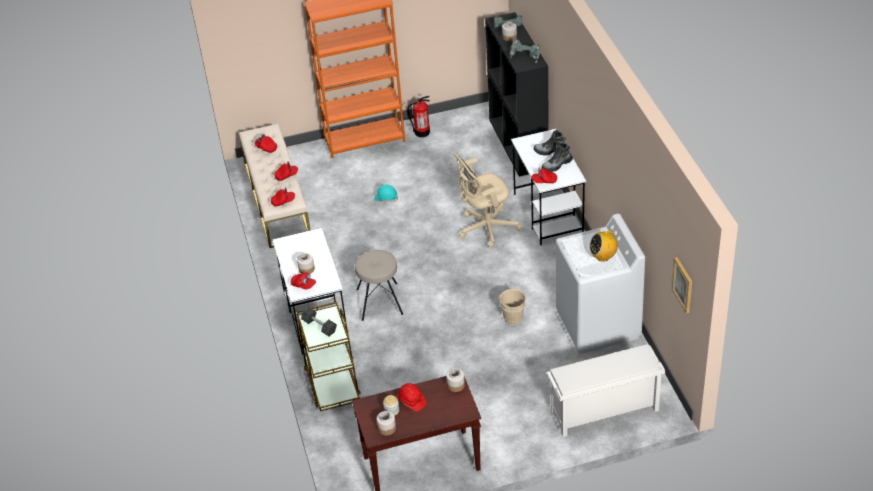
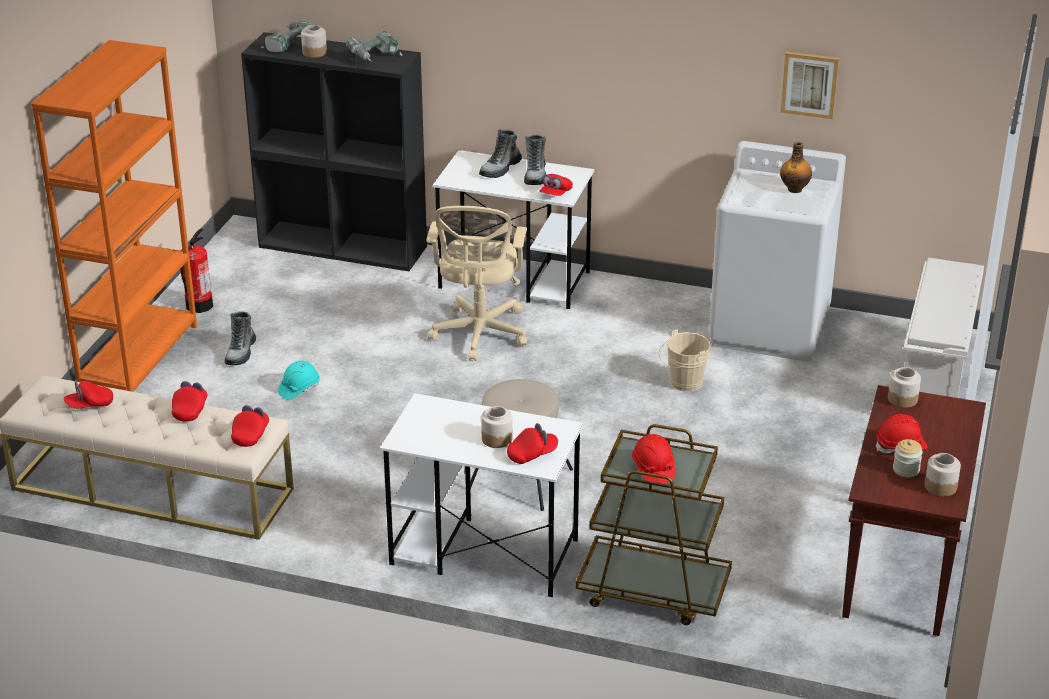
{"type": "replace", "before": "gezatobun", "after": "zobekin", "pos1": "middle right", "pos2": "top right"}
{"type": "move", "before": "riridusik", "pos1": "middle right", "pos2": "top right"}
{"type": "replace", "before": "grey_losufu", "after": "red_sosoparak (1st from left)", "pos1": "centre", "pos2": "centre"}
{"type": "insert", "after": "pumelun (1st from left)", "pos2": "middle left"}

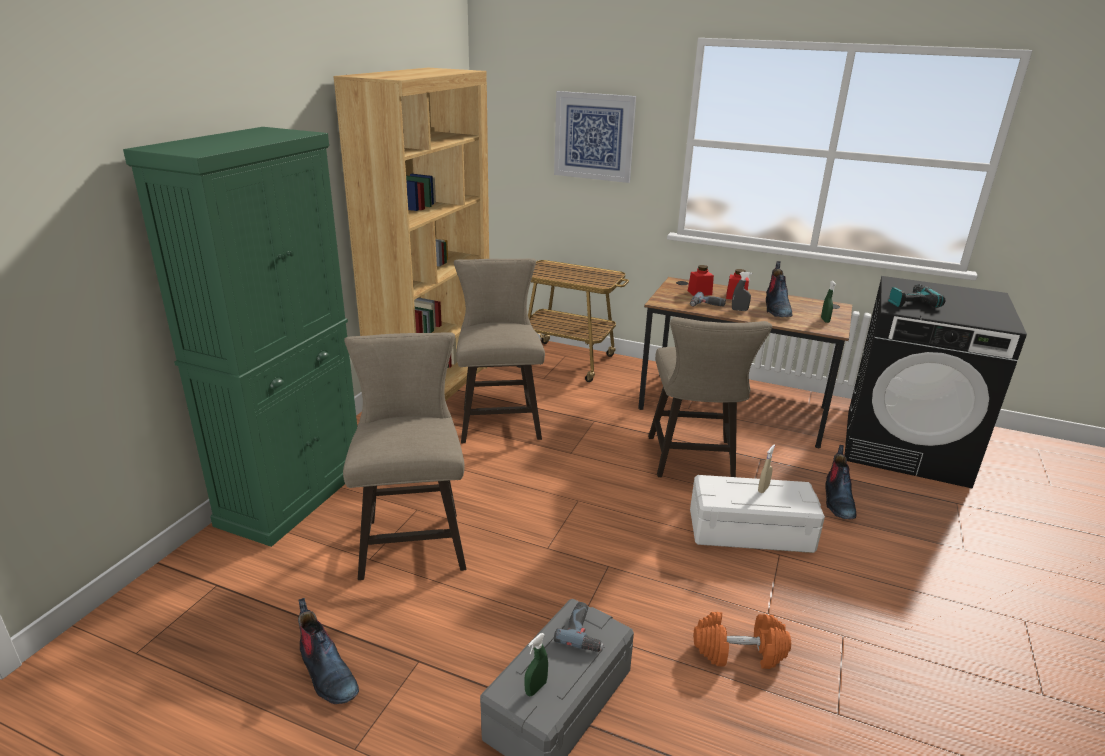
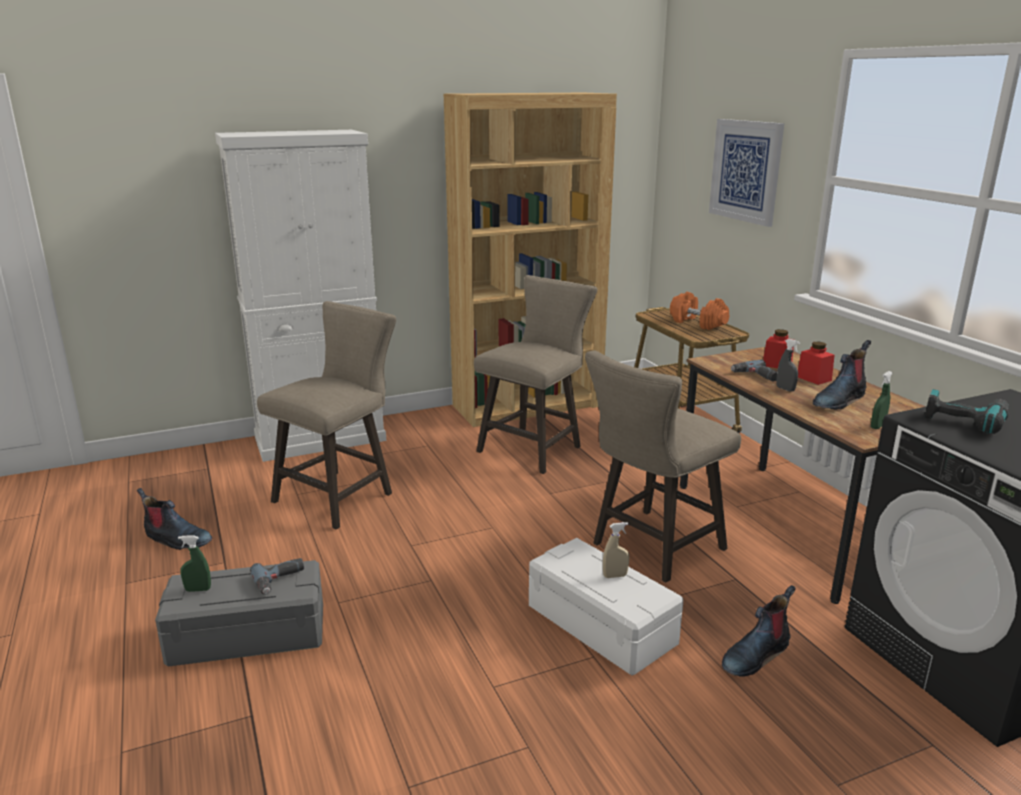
{"type": "recolor", "before": "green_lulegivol", "after": "white_lulegivol", "pos1": "middle left", "pos2": "middle left"}
{"type": "rotate", "before": "pumelun (1st from left)", "pos1": "bottom left", "pos2": "middle left", "turn": -75}
{"type": "move", "before": "orange_losufu", "pos1": "bottom right", "pos2": "middle right"}

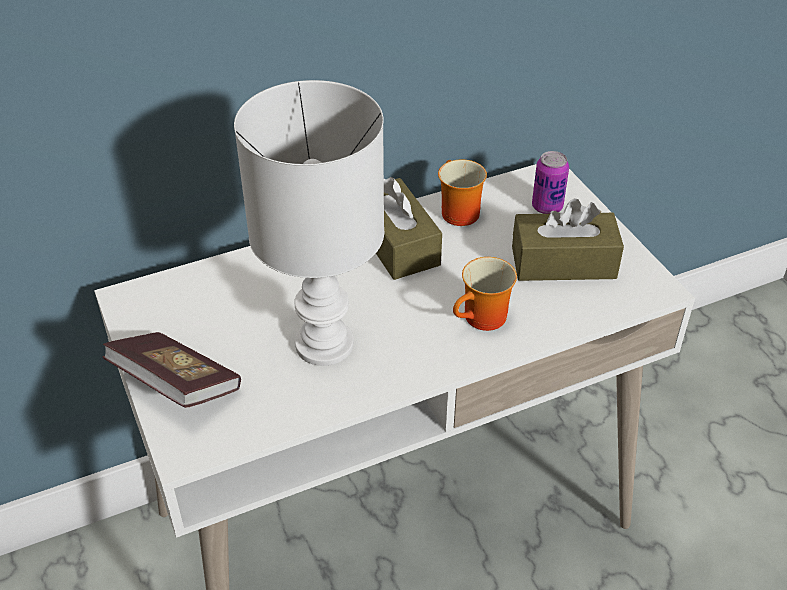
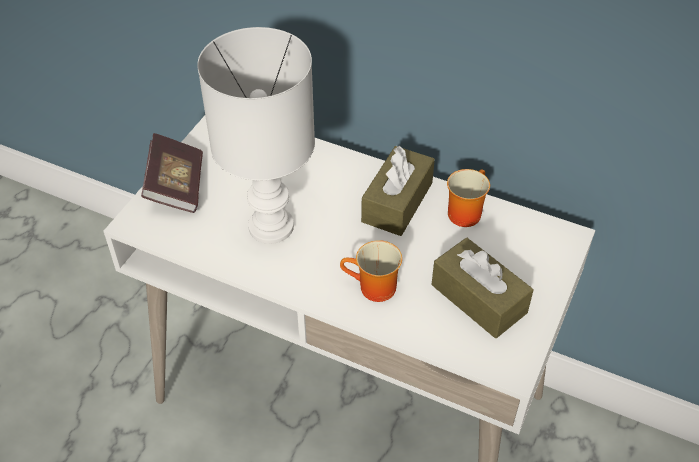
{"type": "delete", "before": "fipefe", "pos1": "top right"}

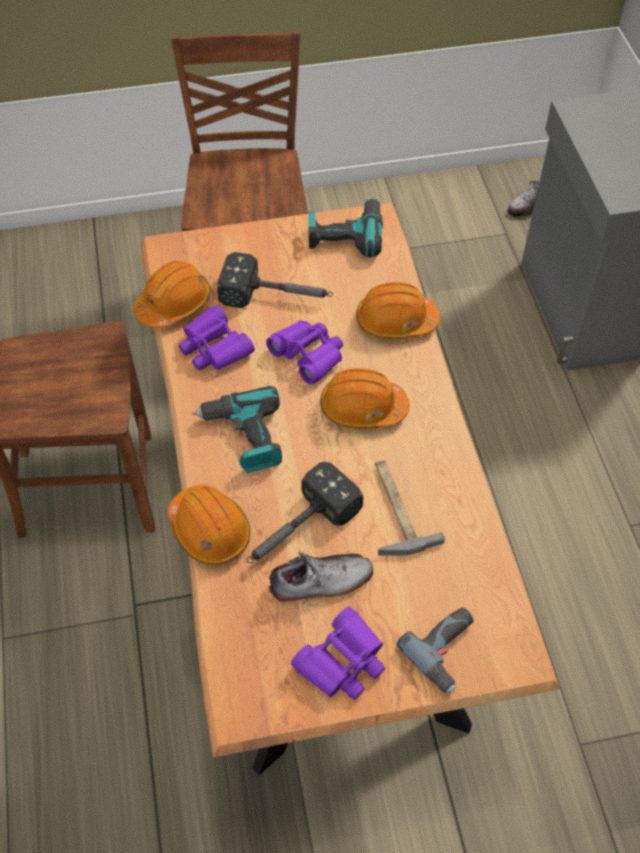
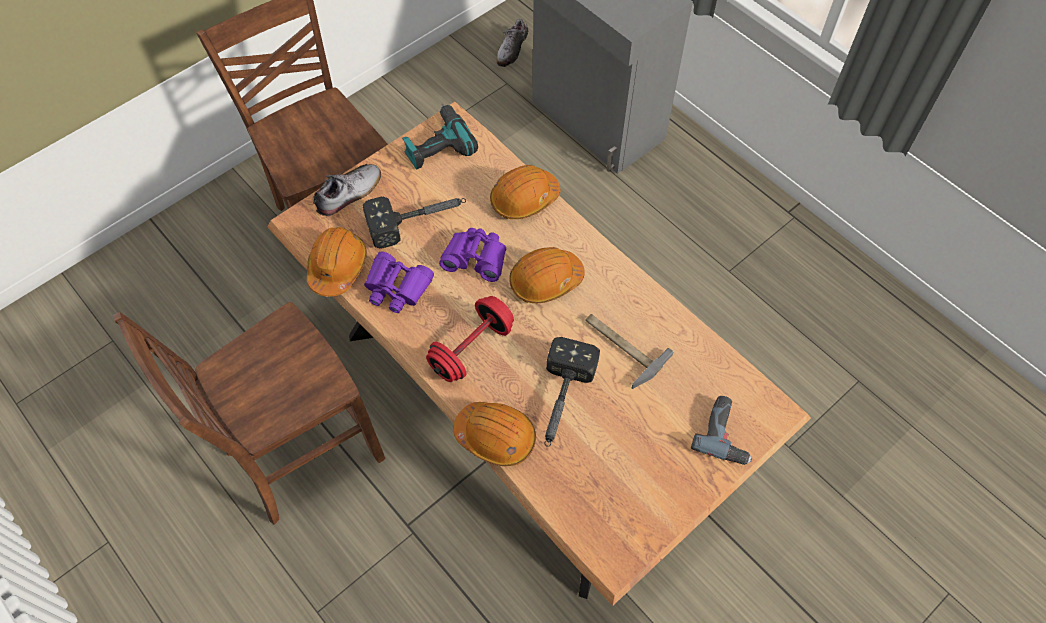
{"type": "replace", "before": "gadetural (1st from left)", "after": "red_losufu", "pos1": "centre", "pos2": "centre"}
{"type": "move", "before": "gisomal (1st from left)", "pos1": "bottom centre", "pos2": "top left"}
{"type": "delete", "before": "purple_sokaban (3rd from left)", "pos1": "bottom centre"}

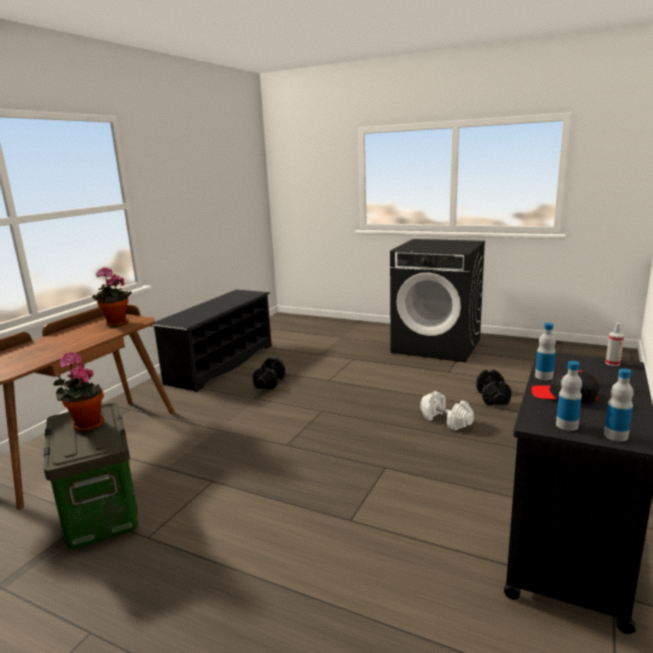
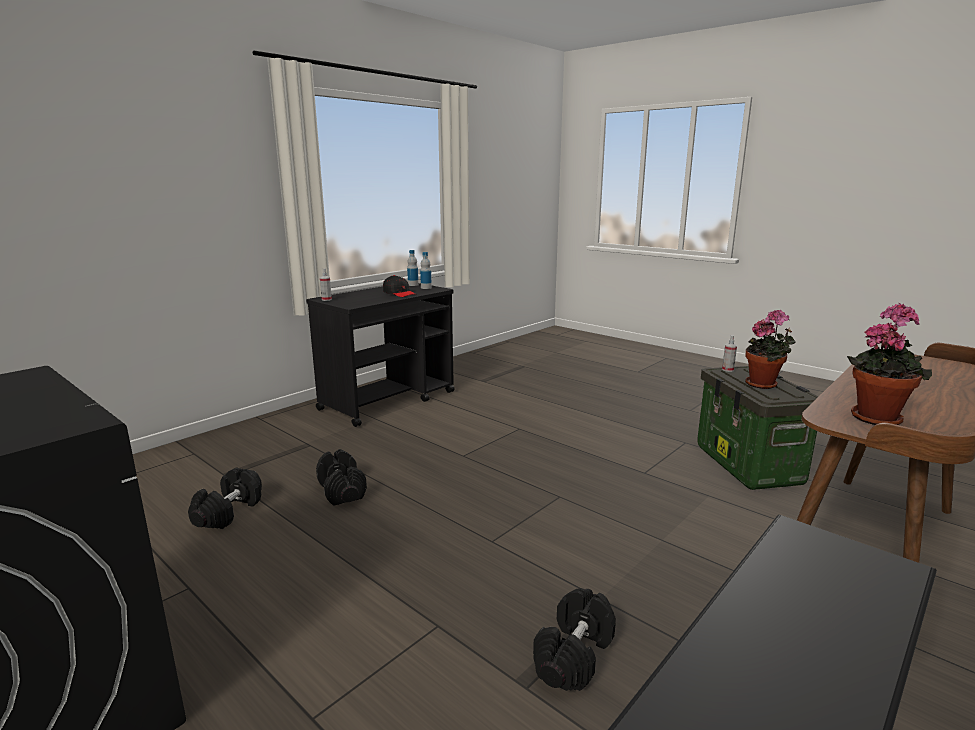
{"type": "delete", "before": "zobekin (1st from left)", "pos1": "middle right"}
{"type": "recolor", "before": "white_losufu", "after": "black_losufu (2nd from left)", "pos1": "middle right", "pos2": "centre"}
{"type": "insert", "after": "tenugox (2nd from left)", "pos2": "middle right"}

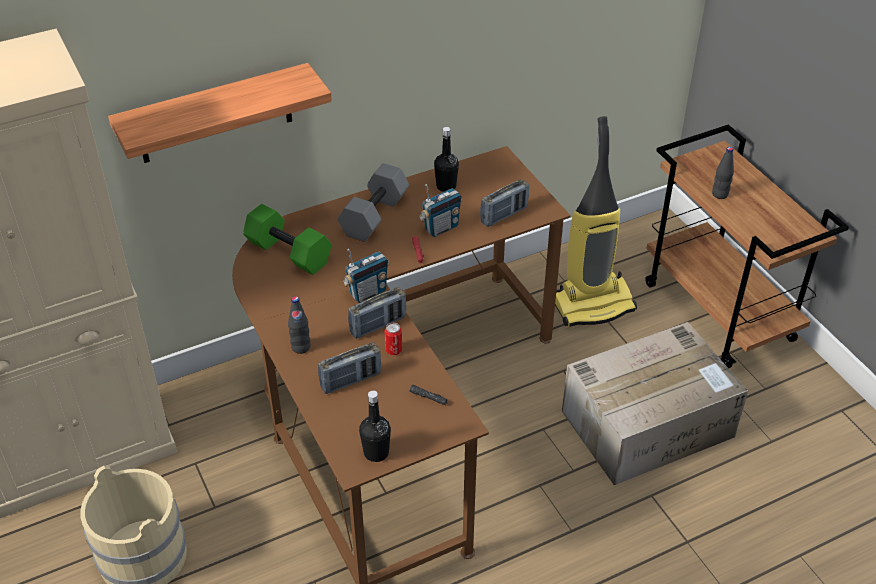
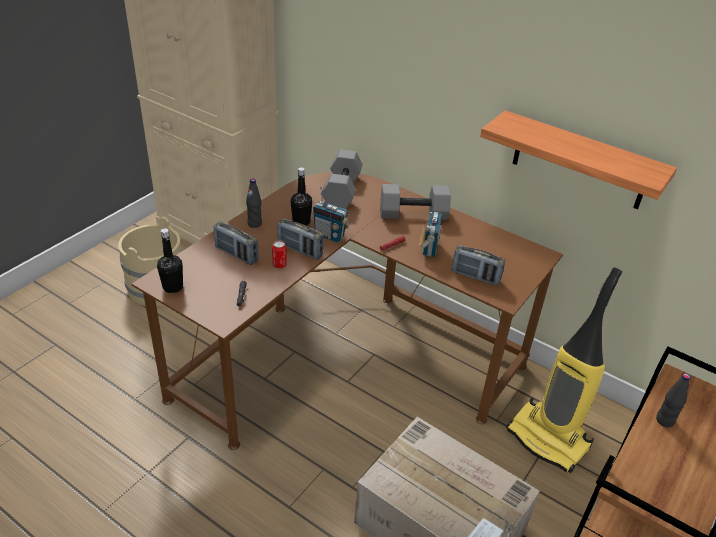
{"type": "move", "before": "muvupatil", "pos1": "top left", "pos2": "top right"}
{"type": "move", "before": "black_zobekin (3rd from left)", "pos1": "top centre", "pos2": "centre"}
{"type": "rotate", "before": "gezatobun (4th from left)", "pos1": "centre", "pos2": "centre", "turn": -105}
{"type": "recolor", "before": "green_losufu", "after": "grey_losufu (1st from left)", "pos1": "middle left", "pos2": "centre"}

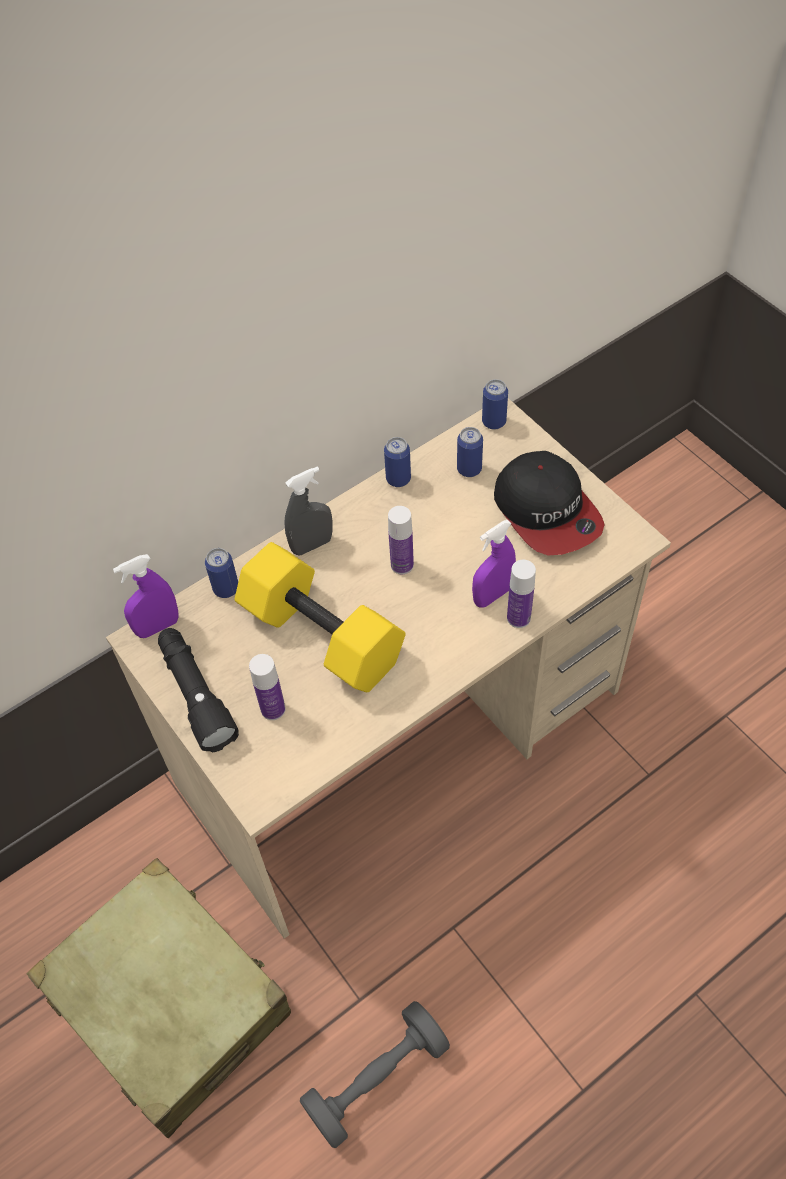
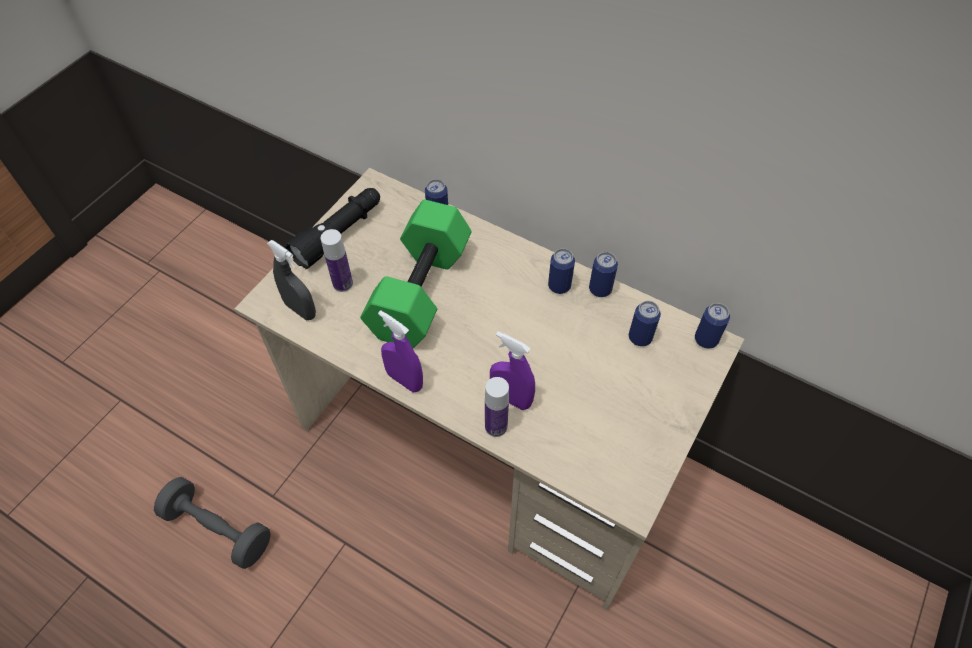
{"type": "delete", "before": "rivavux", "pos1": "middle right"}
{"type": "move", "before": "grey_tenugox", "pos1": "centre", "pos2": "middle left"}
{"type": "delete", "before": "zobekin (2nd from left)", "pos1": "centre"}
{"type": "recolor", "before": "yellow_losufu", "after": "green_losufu", "pos1": "centre", "pos2": "centre"}
{"type": "move", "before": "purple_tenugox (1st from left)", "pos1": "middle left", "pos2": "centre"}
{"type": "delete", "before": "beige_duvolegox", "pos1": "bottom left"}
{"type": "insert", "after": "fipefe (2nd from left)", "pos2": "centre"}

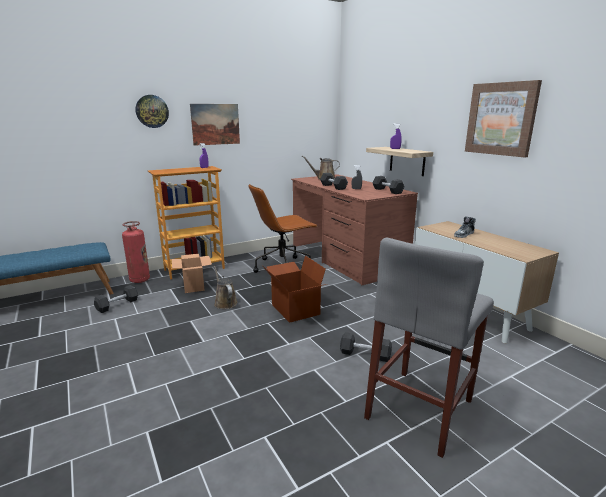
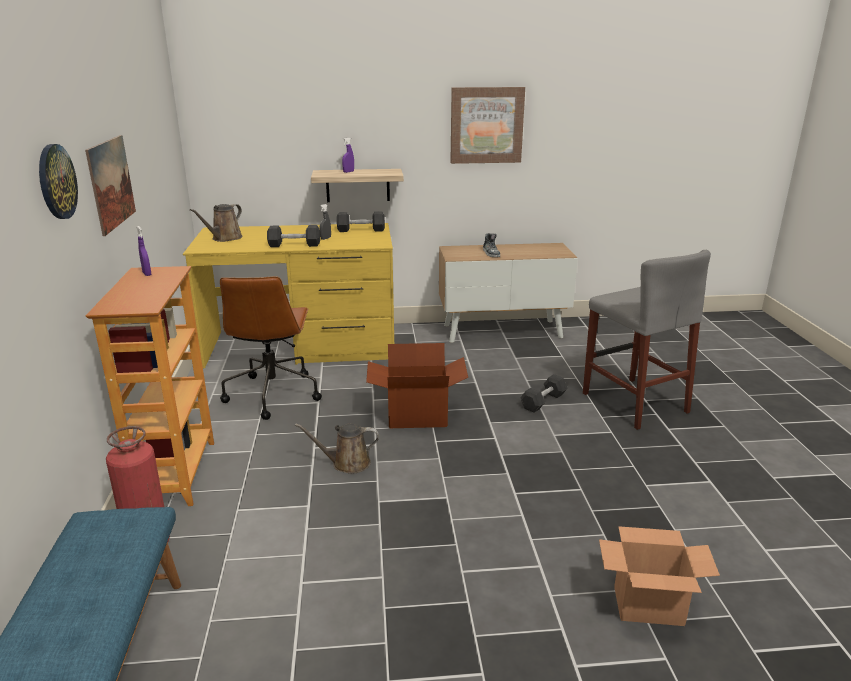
{"type": "recolor", "before": "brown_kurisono", "after": "yellow_kurisono", "pos1": "centre", "pos2": "centre"}
{"type": "move", "before": "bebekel (1st from left in the first image)", "after": "bebekel (2nd from left)", "pos1": "middle left", "pos2": "bottom right"}
{"type": "delete", "before": "black_losufu (1st from left)", "pos1": "middle left"}

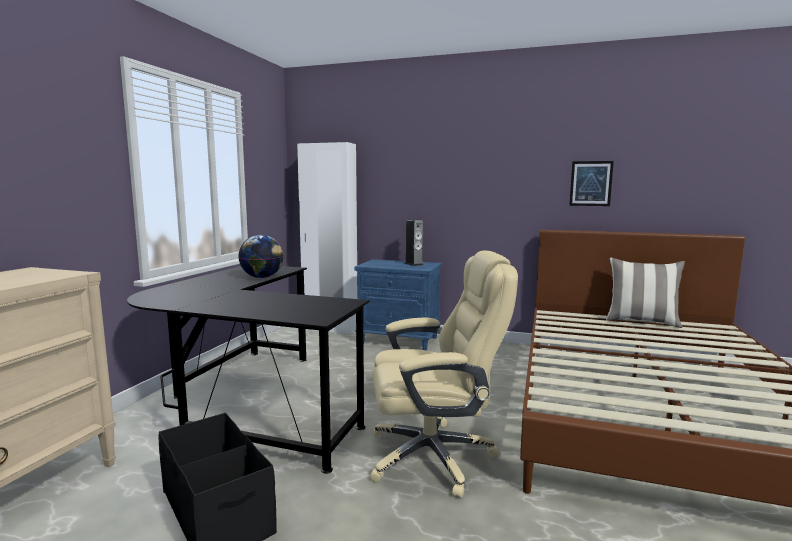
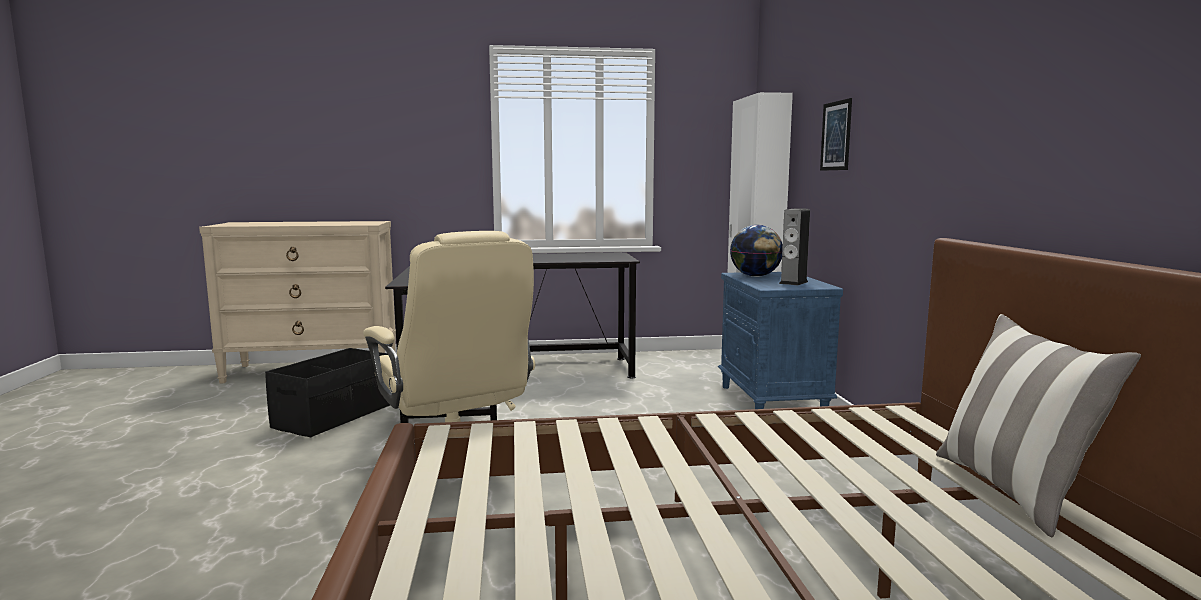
{"type": "move", "before": "riridusik", "pos1": "middle right", "pos2": "top right"}
{"type": "move", "before": "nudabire", "pos1": "middle left", "pos2": "centre"}

